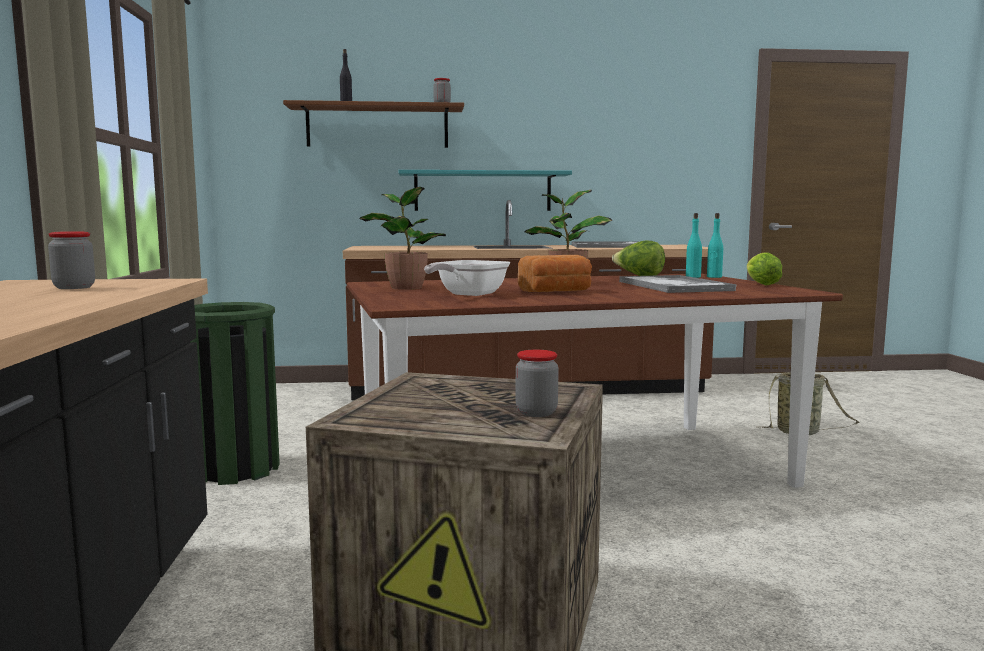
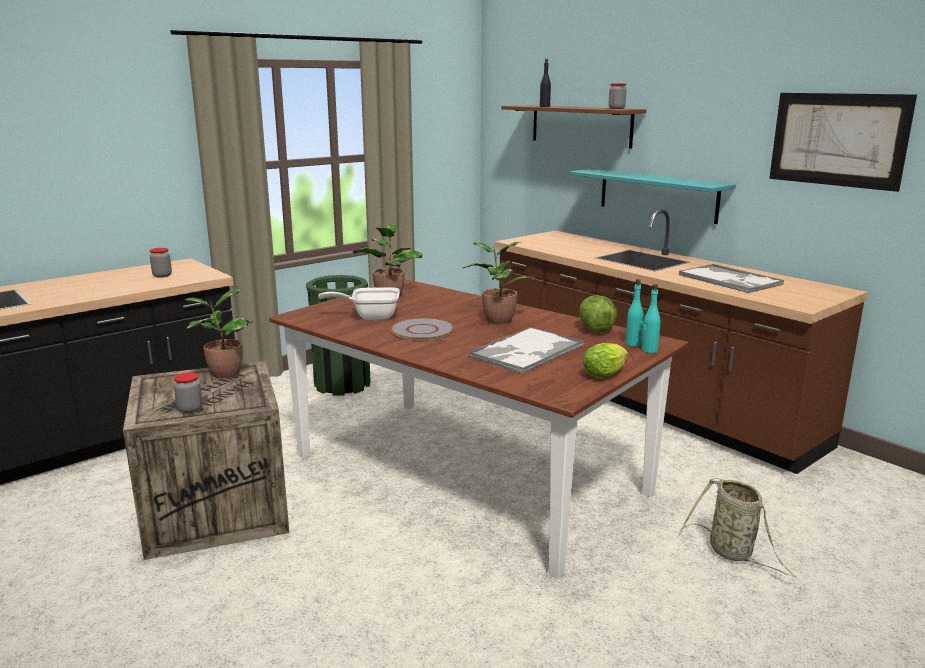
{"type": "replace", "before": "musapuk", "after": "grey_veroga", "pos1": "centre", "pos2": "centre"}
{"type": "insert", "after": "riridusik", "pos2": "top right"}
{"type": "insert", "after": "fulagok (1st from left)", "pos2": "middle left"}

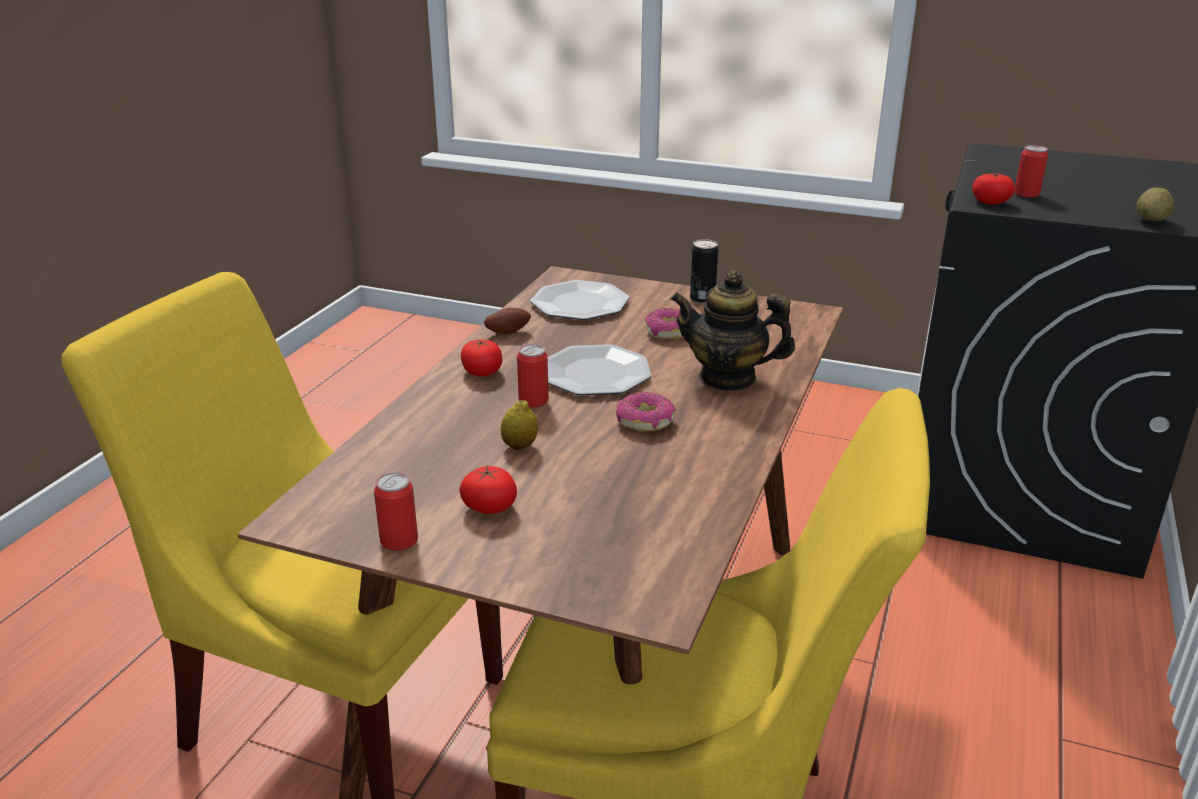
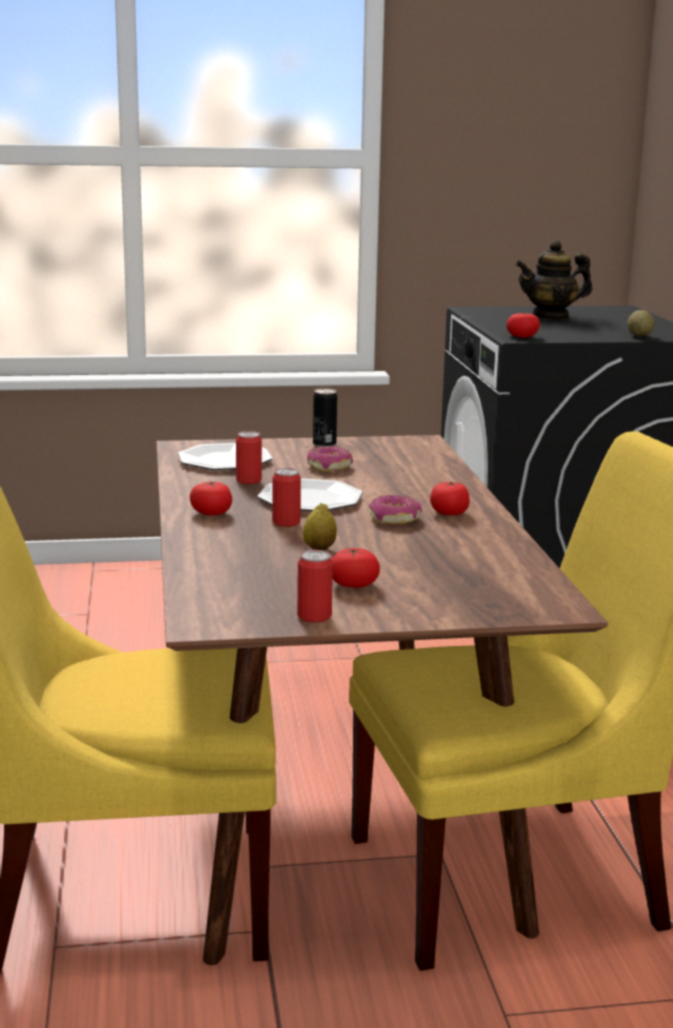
{"type": "move", "before": "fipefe (4th from left in the first image)", "after": "fipefe (1st from left)", "pos1": "top right", "pos2": "centre"}
{"type": "move", "before": "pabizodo", "pos1": "centre", "pos2": "top right"}
{"type": "delete", "before": "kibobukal (1st from left)", "pos1": "centre"}
{"type": "insert", "after": "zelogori (3rd from left)", "pos2": "middle right"}

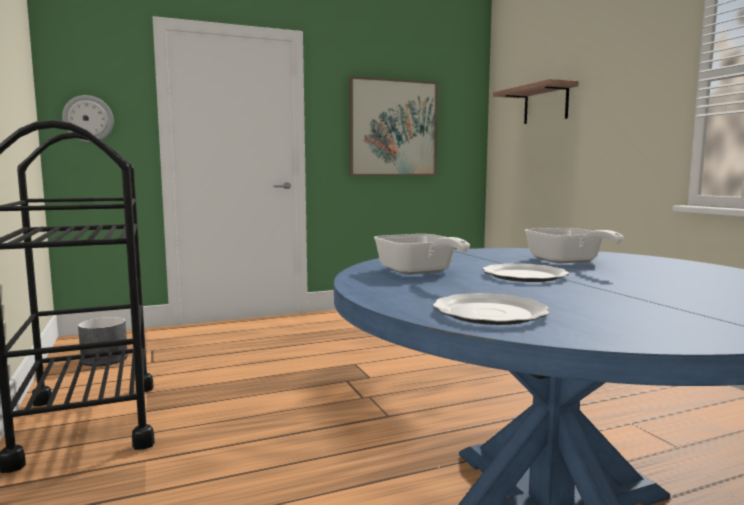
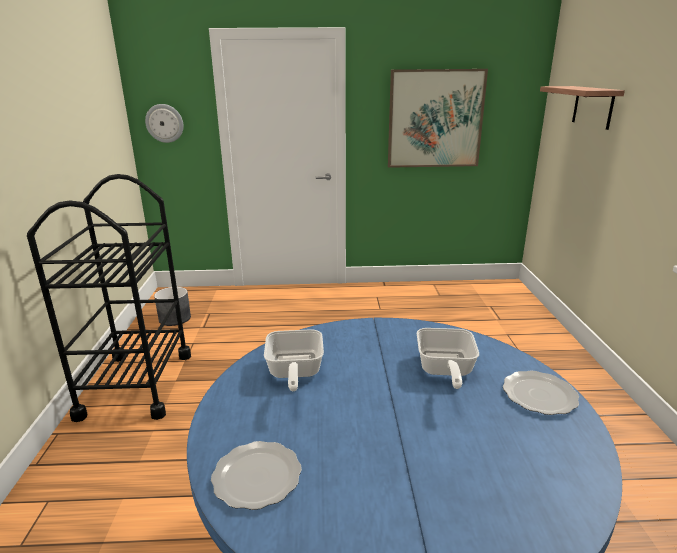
{"type": "move", "before": "veroga (2nd from left)", "pos1": "middle right", "pos2": "bottom right"}

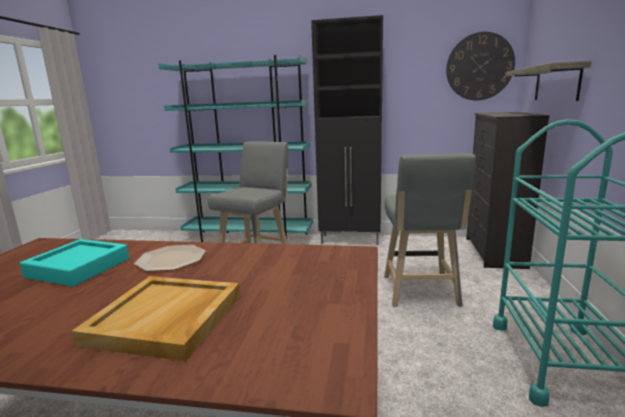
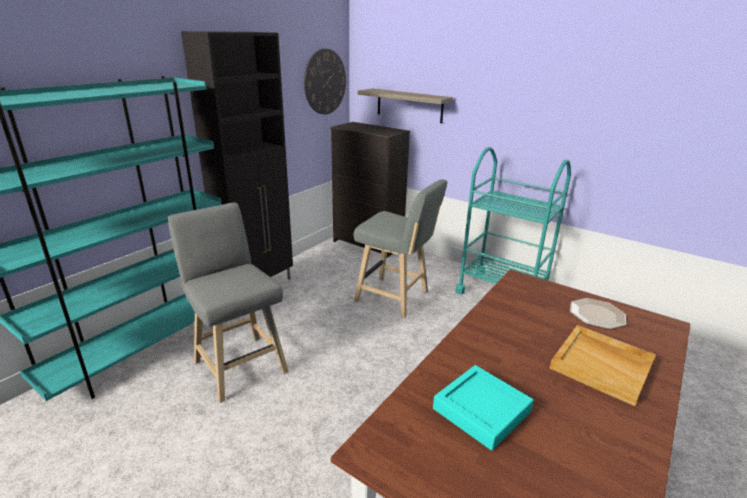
{"type": "move", "before": "veroga", "pos1": "middle left", "pos2": "middle right"}

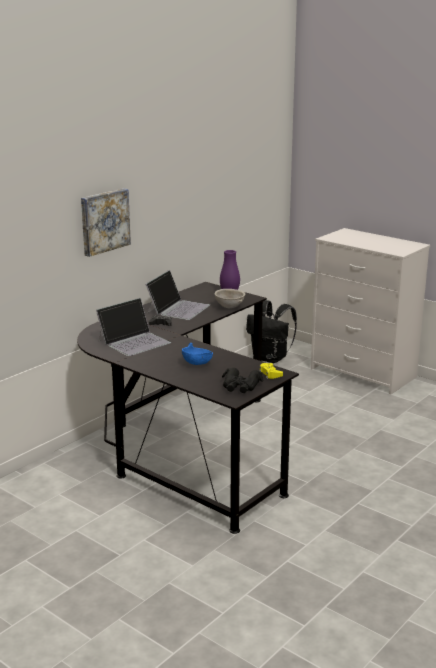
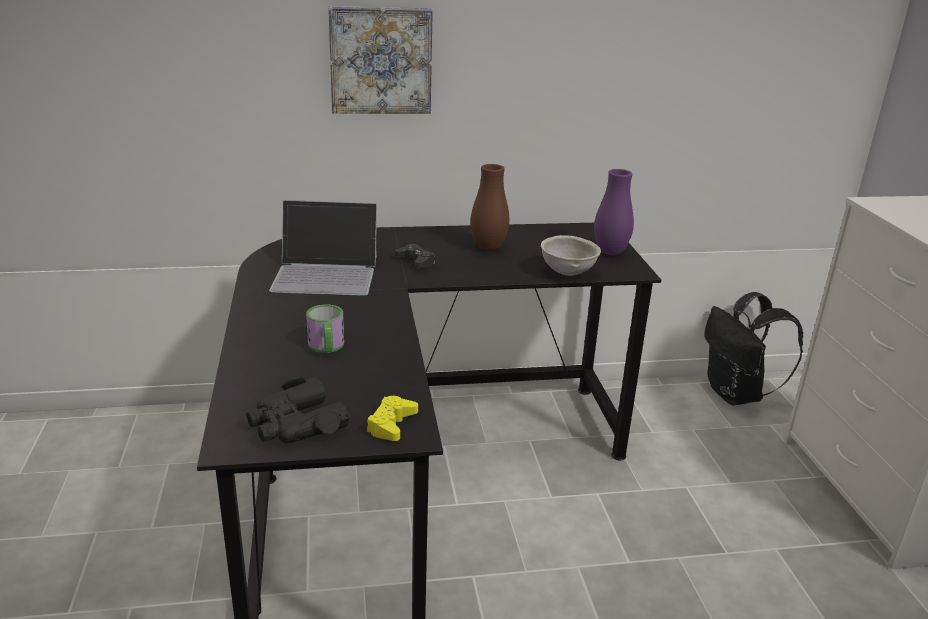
{"type": "replace", "before": "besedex (2nd from left)", "after": "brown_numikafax", "pos1": "centre", "pos2": "centre"}
{"type": "replace", "before": "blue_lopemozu", "after": "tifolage", "pos1": "centre", "pos2": "centre"}

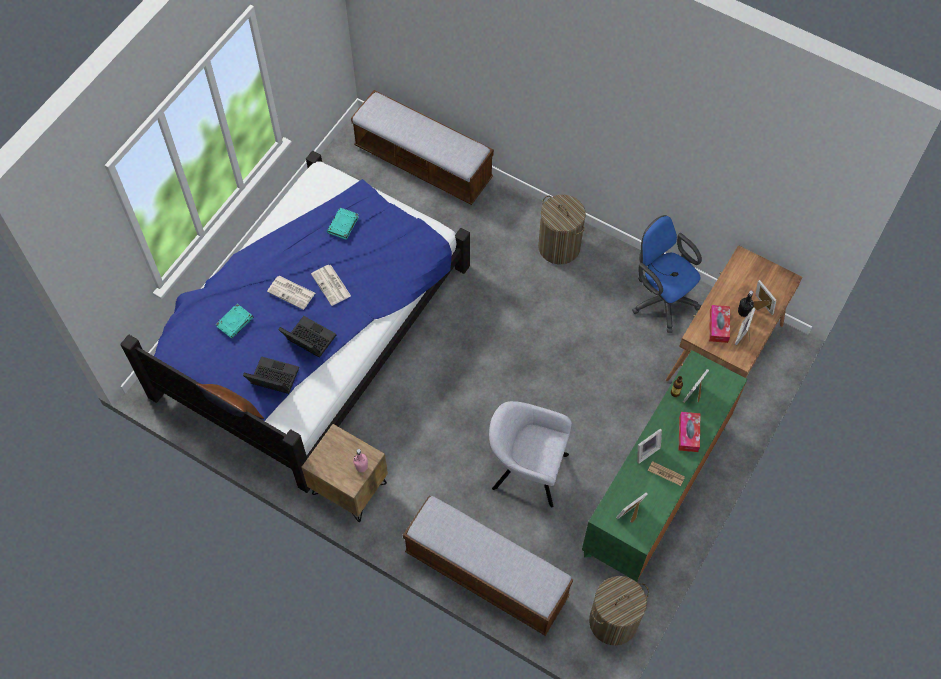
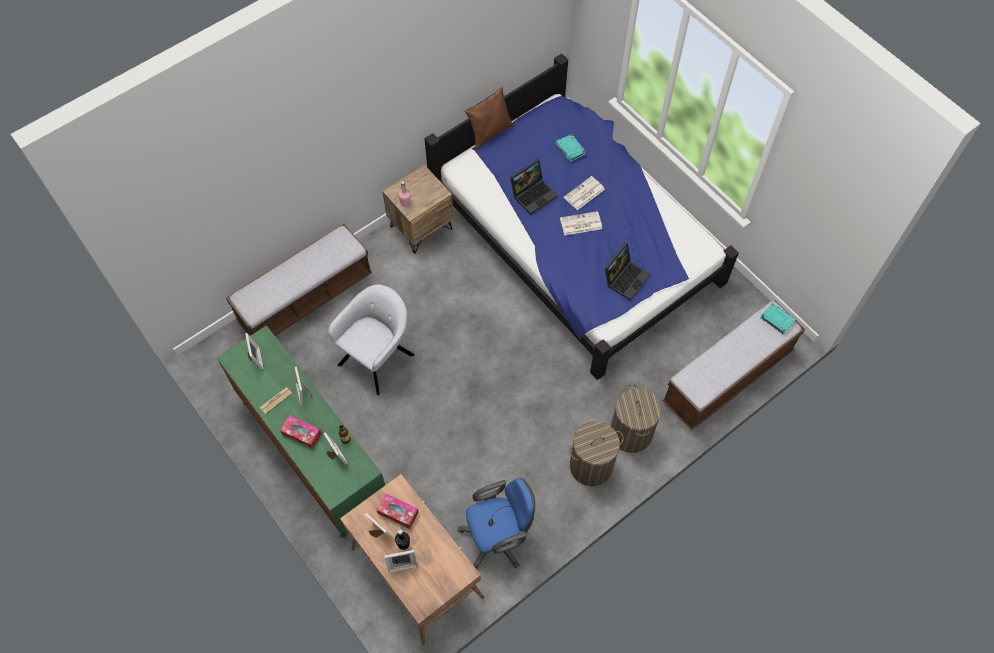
{"type": "move", "before": "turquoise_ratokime (2nd from left)", "pos1": "top centre", "pos2": "middle right"}
{"type": "move", "before": "besedex (1st from left in the first image)", "after": "besedex (2nd from left)", "pos1": "middle left", "pos2": "centre"}
{"type": "move", "before": "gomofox (2nd from left)", "pos1": "bottom centre", "pos2": "centre"}

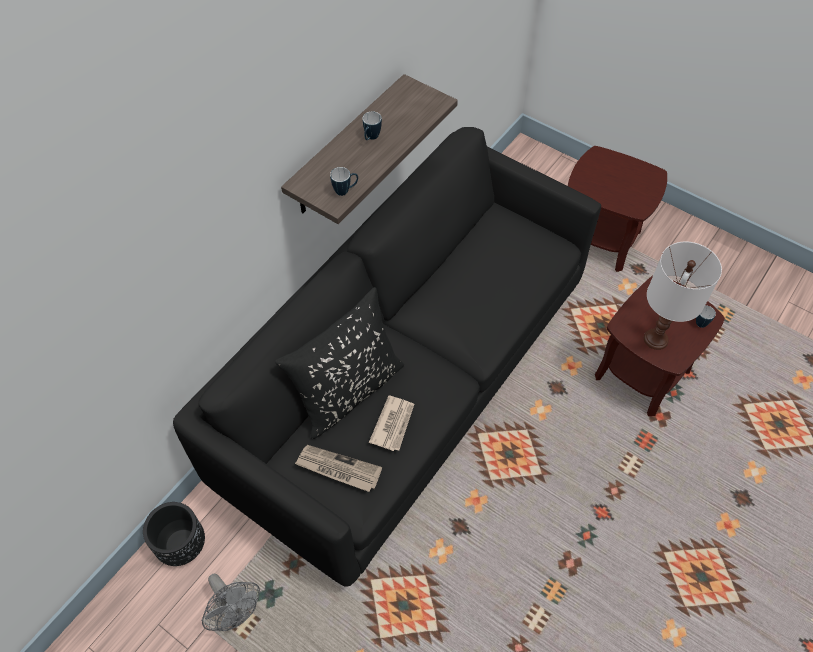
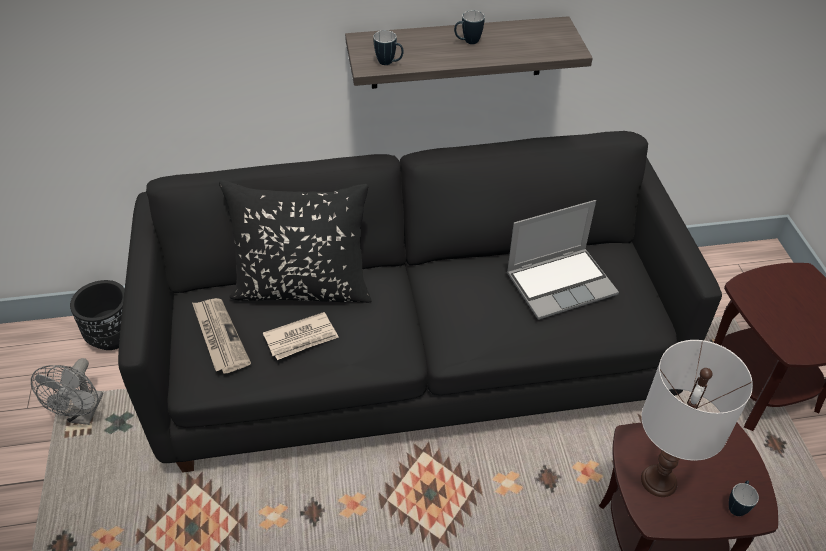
{"type": "insert", "after": "besedex", "pos2": "middle right"}

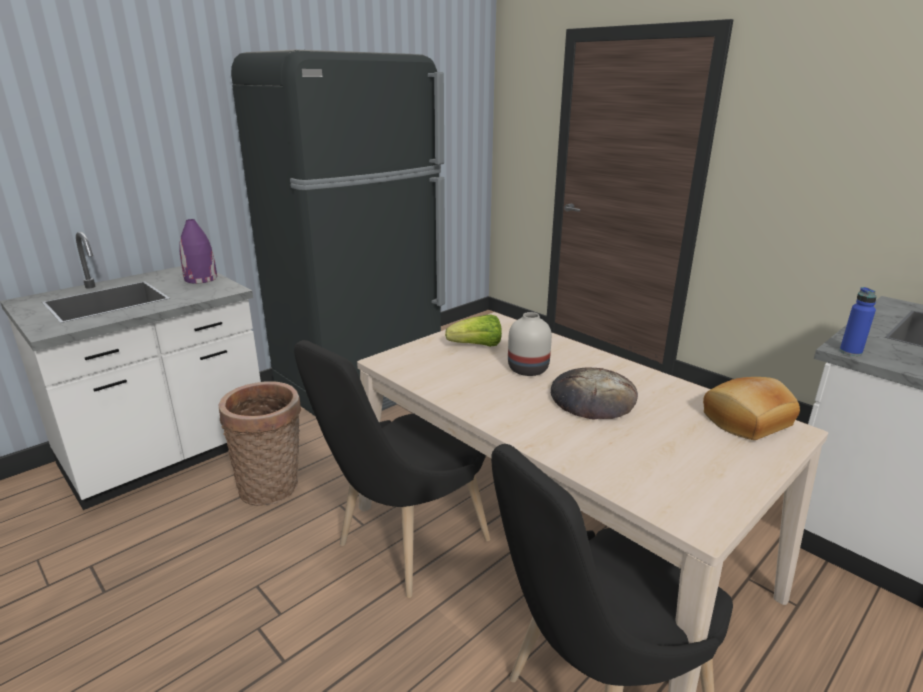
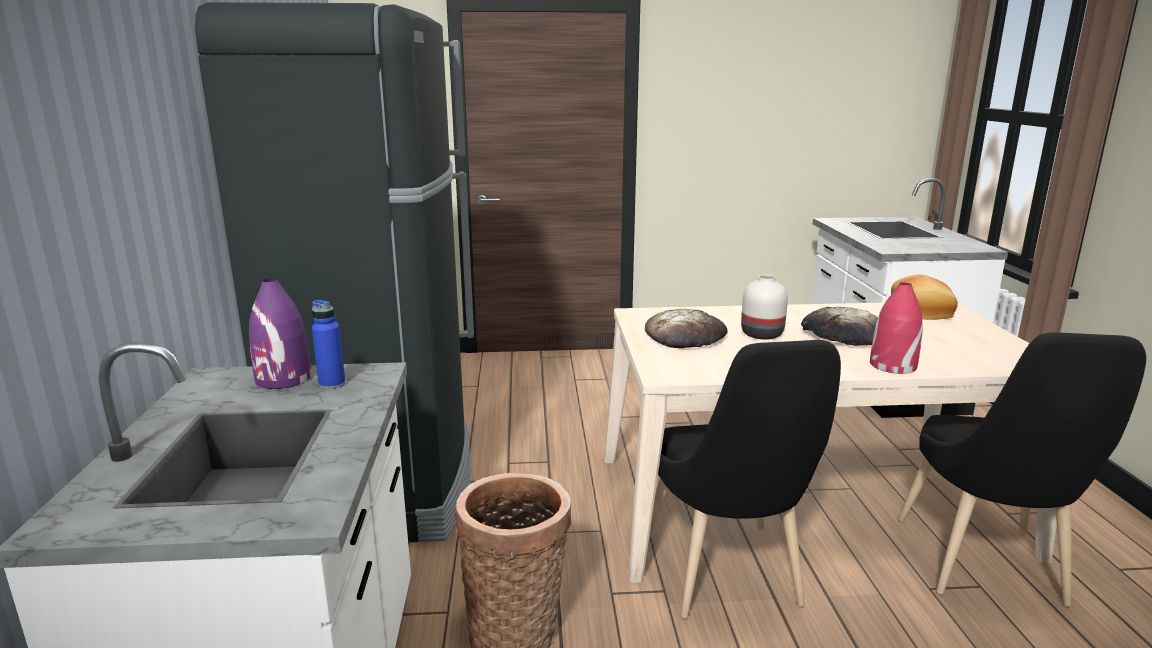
{"type": "move", "before": "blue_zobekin", "pos1": "middle right", "pos2": "middle left"}
{"type": "replace", "before": "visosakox", "after": "musapuk (1st from left)", "pos1": "centre", "pos2": "centre"}
{"type": "insert", "after": "red_numikafax", "pos2": "middle right"}

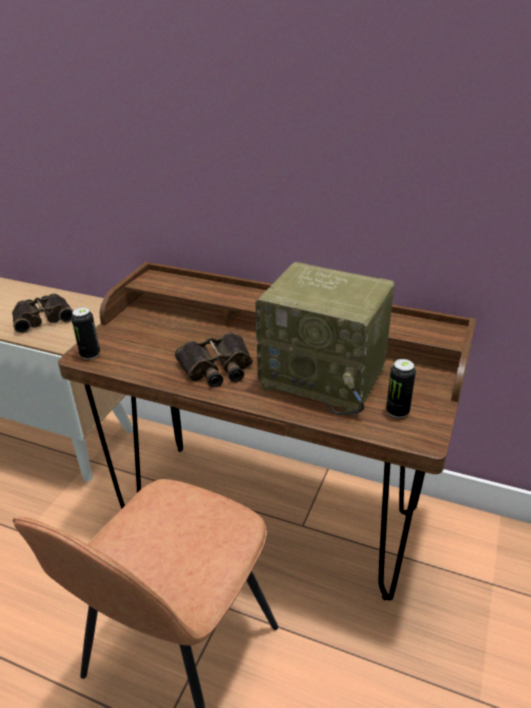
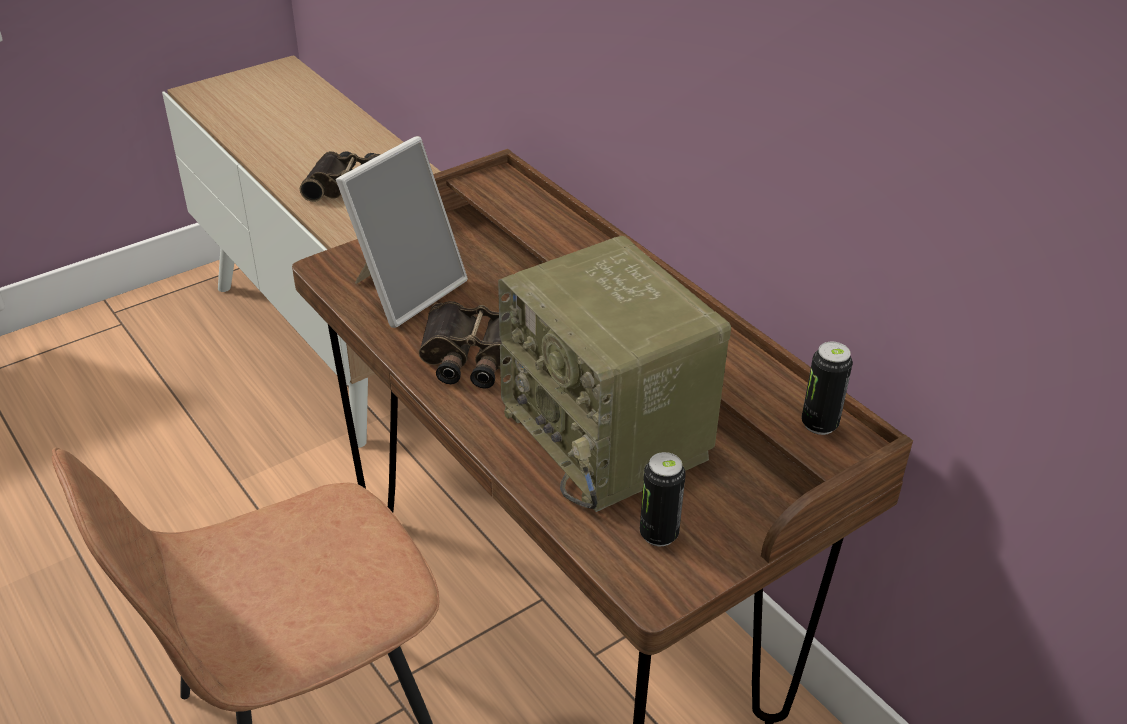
{"type": "move", "before": "fipefe (1st from left in the first image)", "after": "fipefe (2nd from left)", "pos1": "middle left", "pos2": "middle right"}
{"type": "insert", "after": "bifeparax", "pos2": "top centre"}

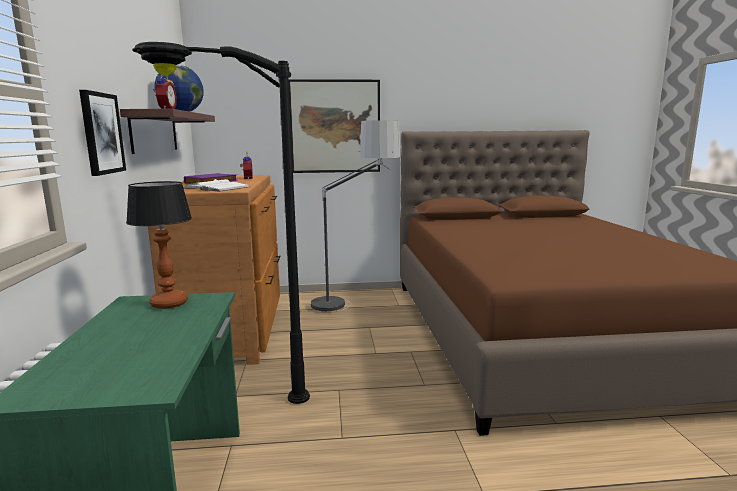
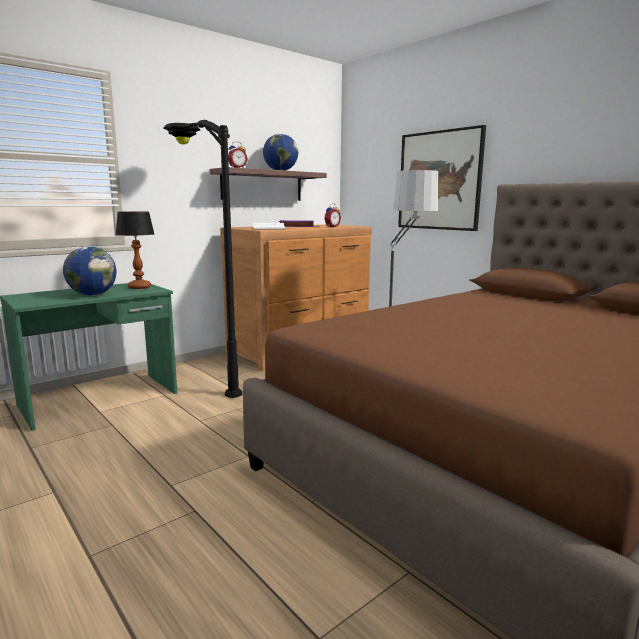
{"type": "delete", "before": "riridusik (1st from left)", "pos1": "top left"}
{"type": "insert", "after": "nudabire (1st from left)", "pos2": "middle left"}

